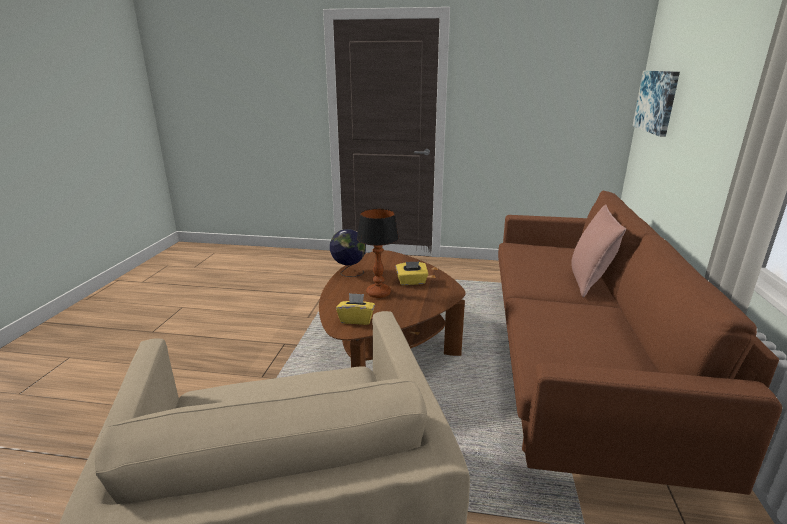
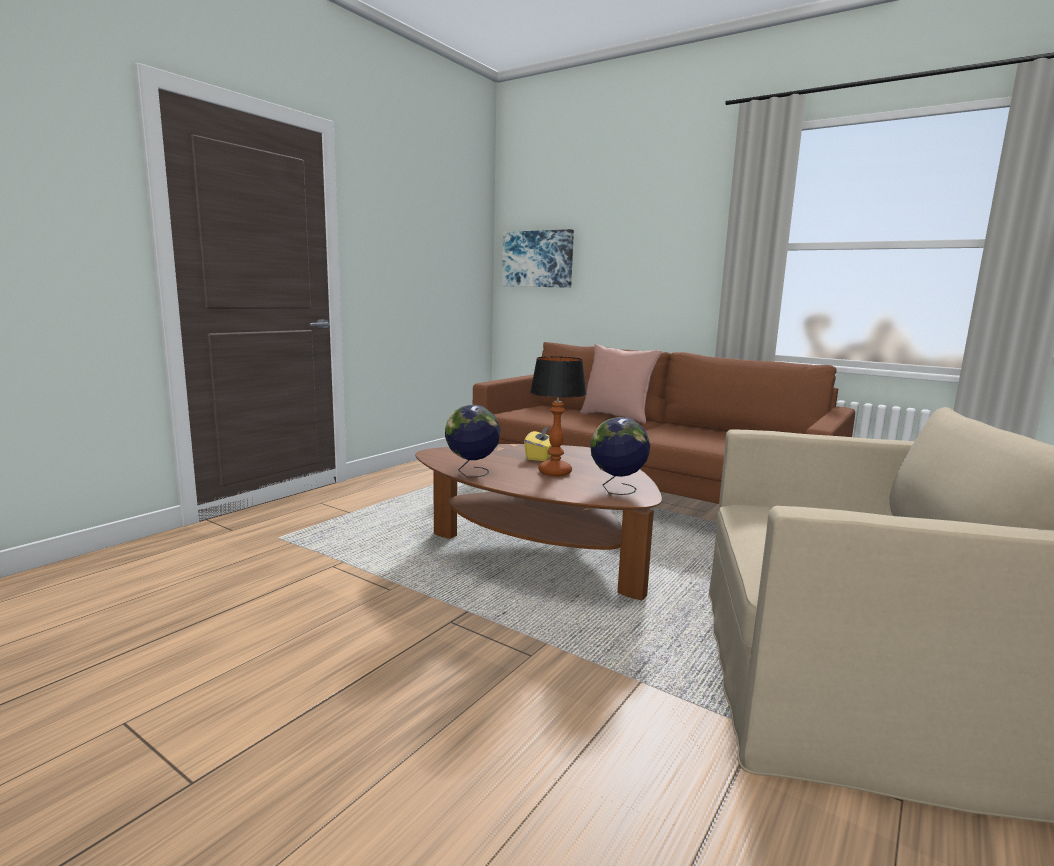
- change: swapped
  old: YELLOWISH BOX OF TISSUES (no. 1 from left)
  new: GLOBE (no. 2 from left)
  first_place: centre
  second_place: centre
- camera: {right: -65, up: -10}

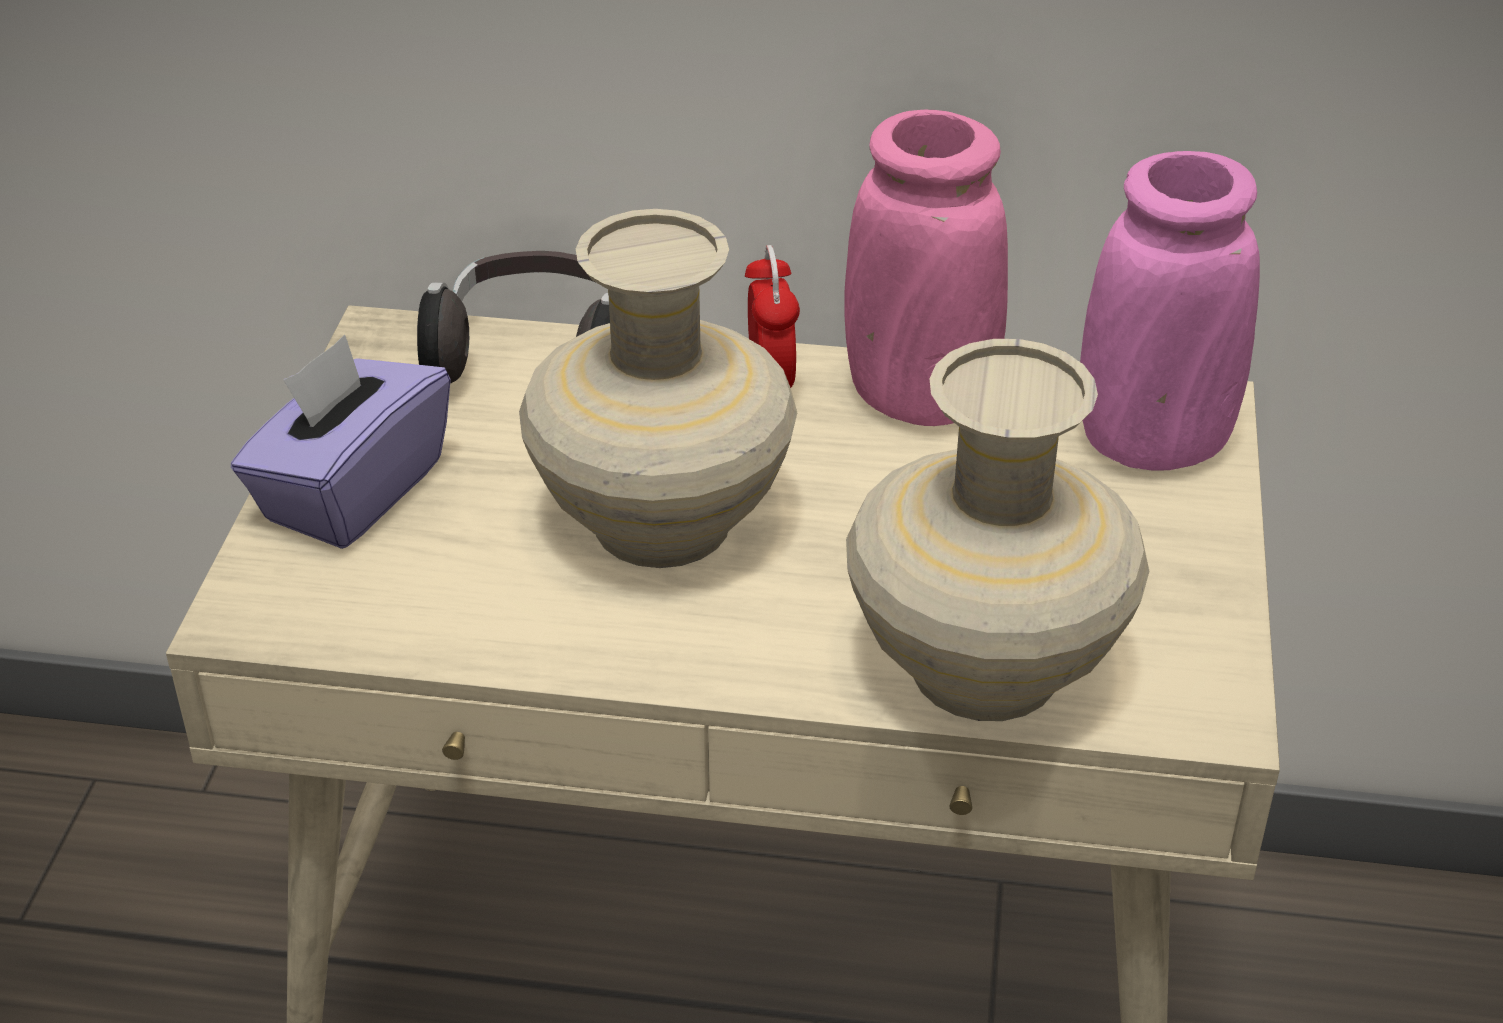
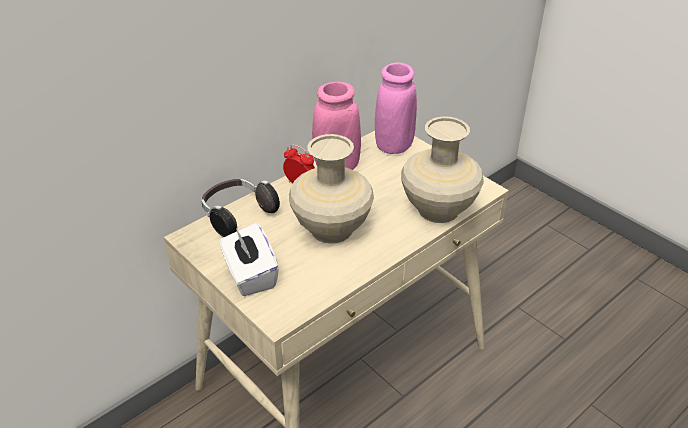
- change: repainted
  old: PURPLE BOX OF TISSUES
  new: WHITE-COLOURED BOX OF TISSUES
  first_place: middle left
  second_place: centre
- camera: {right: -50, up: 0}

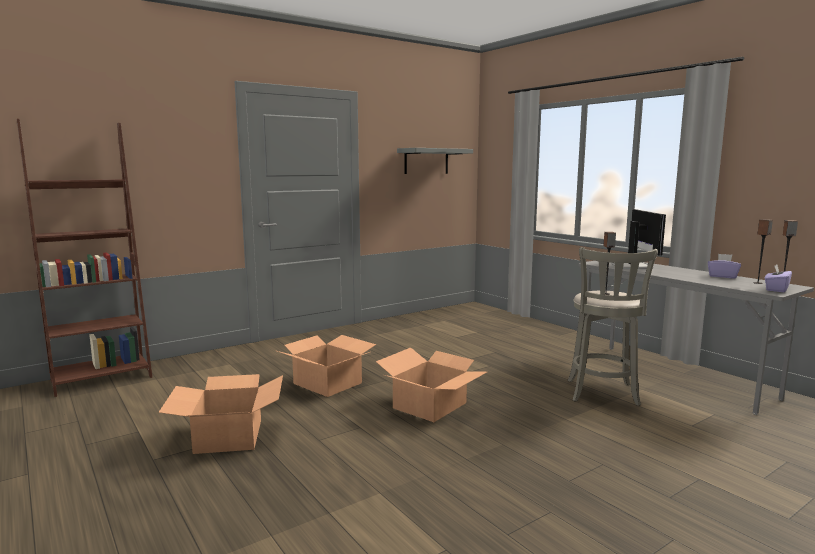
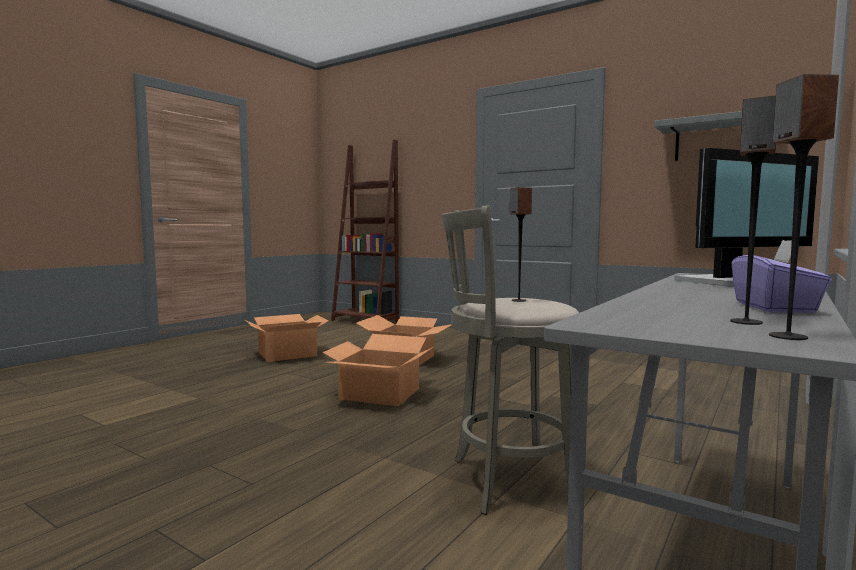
- change: gone
  old: PURPLE BOX OF TISSUES (no. 2 from left)
  first_place: middle right
- camera: {right: 70, up: -5}

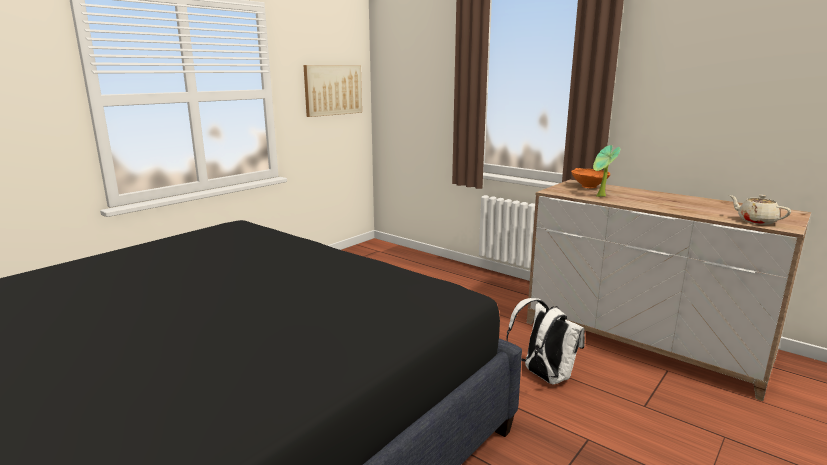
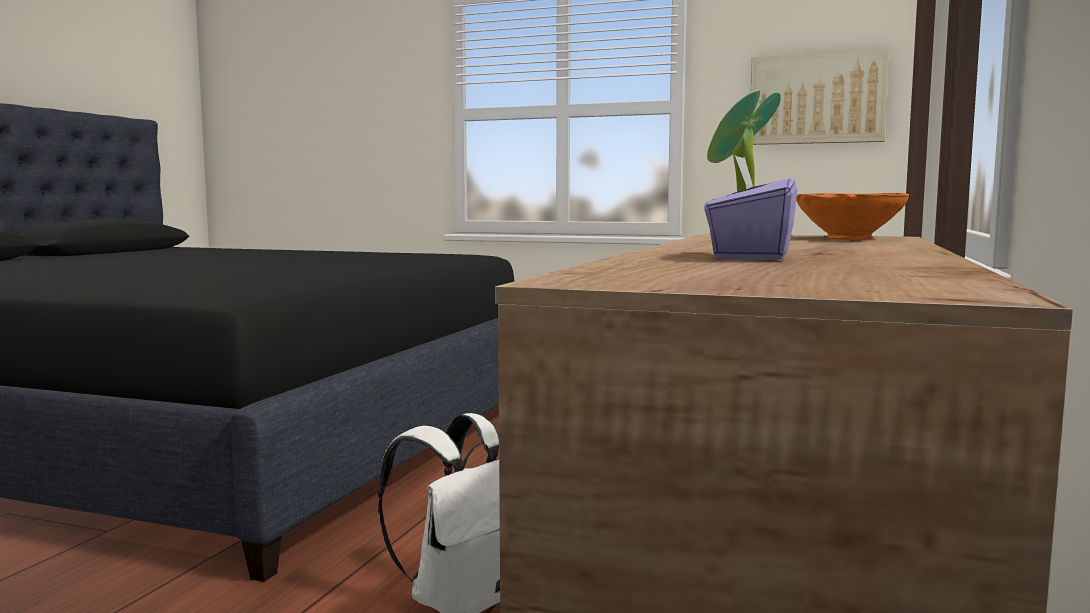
- change: gone
  old: SAND-COLOURED POT FOR TEA
  first_place: middle right
- change: new
  new: PURPLE BOX OF TISSUES
  second_place: middle right
- camera: {right: 70, up: -10}

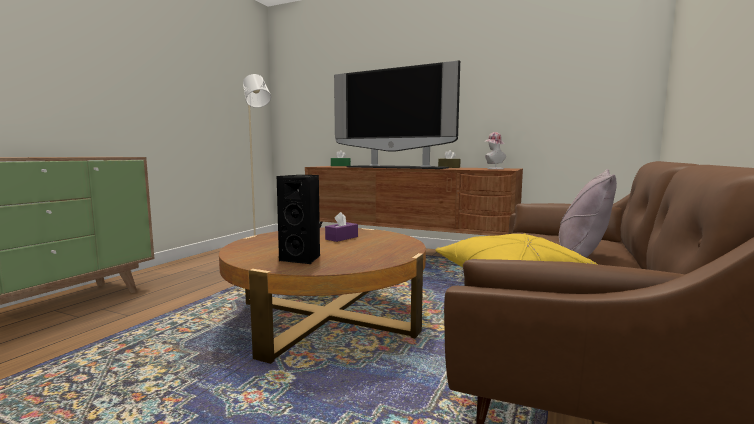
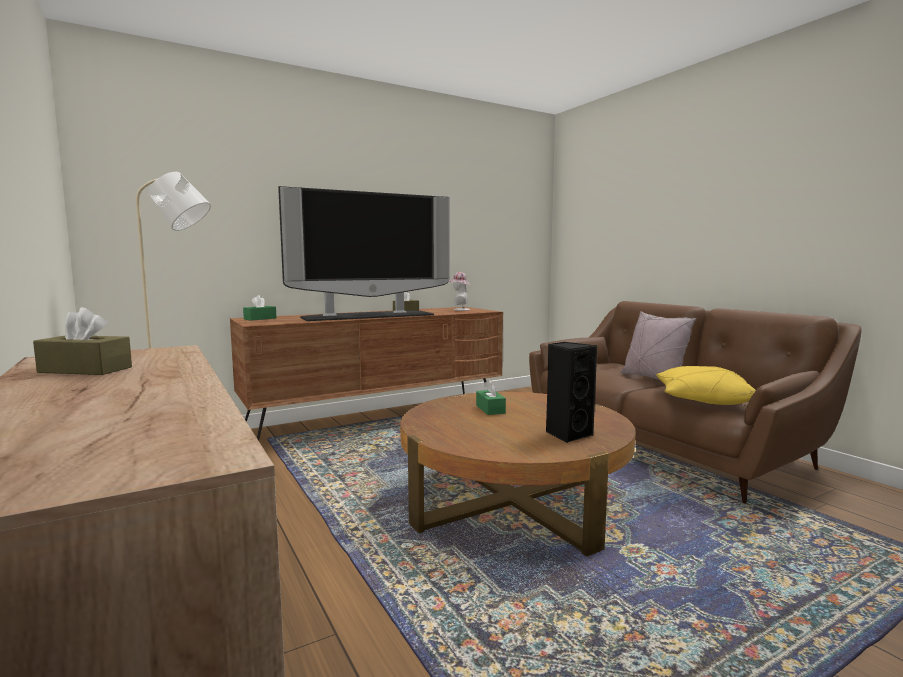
- change: new
  new: BROWN-COLOURED BOX OF TISSUES (no. 1 from left)
  second_place: middle left
- change: repainted
  old: PURPLE BOX OF TISSUES
  new: GREEN-COLOURED BOX OF TISSUES (no. 2 from left)
  first_place: centre
  second_place: centre
- camera: {right: -55, up: 0}

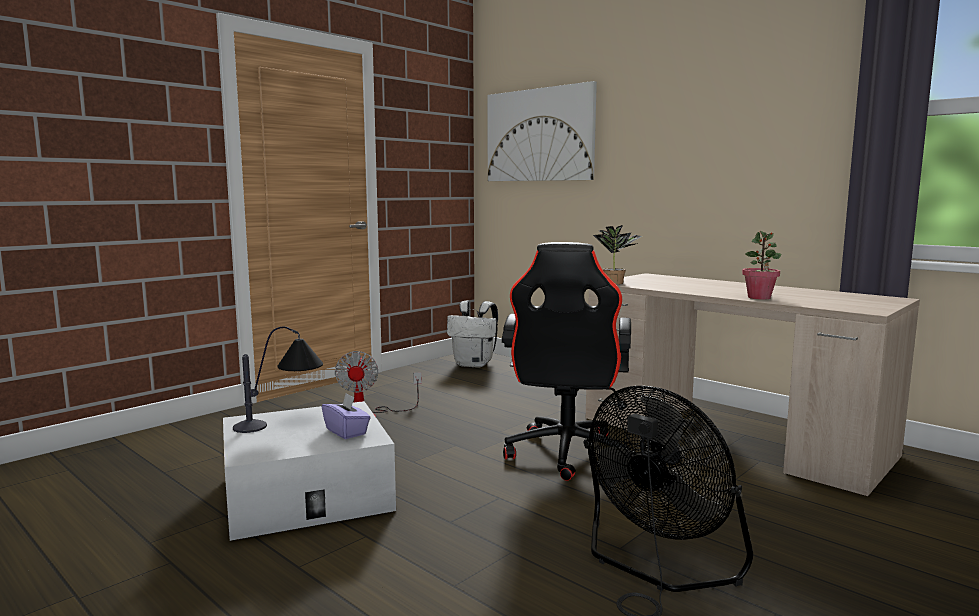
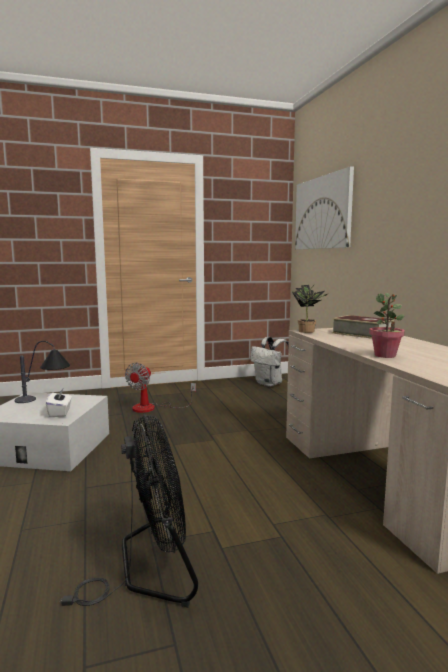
- change: gone
  old: BLACKISH DESK CHAIR
  first_place: centre
- change: new
  new: BOOK
  second_place: middle right
- change: repainted
  old: PURPLE BOX OF TISSUES
  new: WHITE-COLOURED BOX OF TISSUES
  first_place: bottom centre
  second_place: middle left
- camera: {right: 30, up: 0}

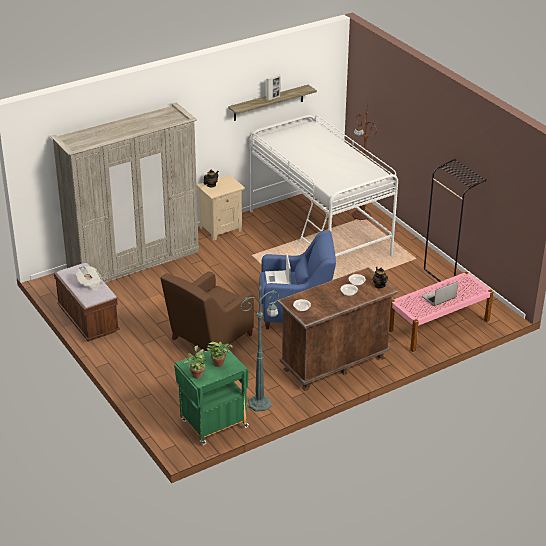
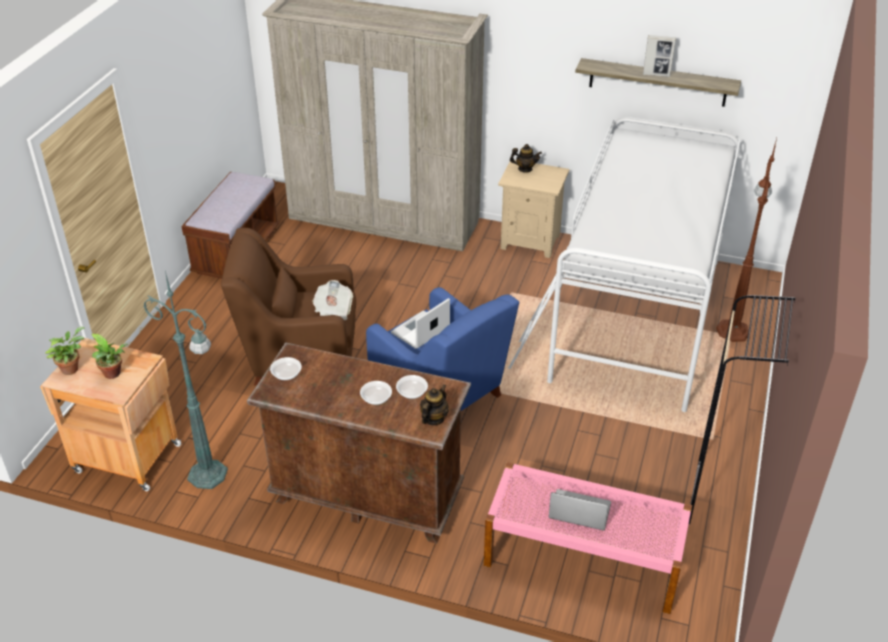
- change: shifted
  old: DAILY PAPER
  first_place: middle left
  second_place: centre
- change: repainted
  old: GREEN-COLOURED CART
  new: BROWN-COLOURED CART
  first_place: bottom centre
  second_place: middle left
- camera: {right: 50, up: 5}

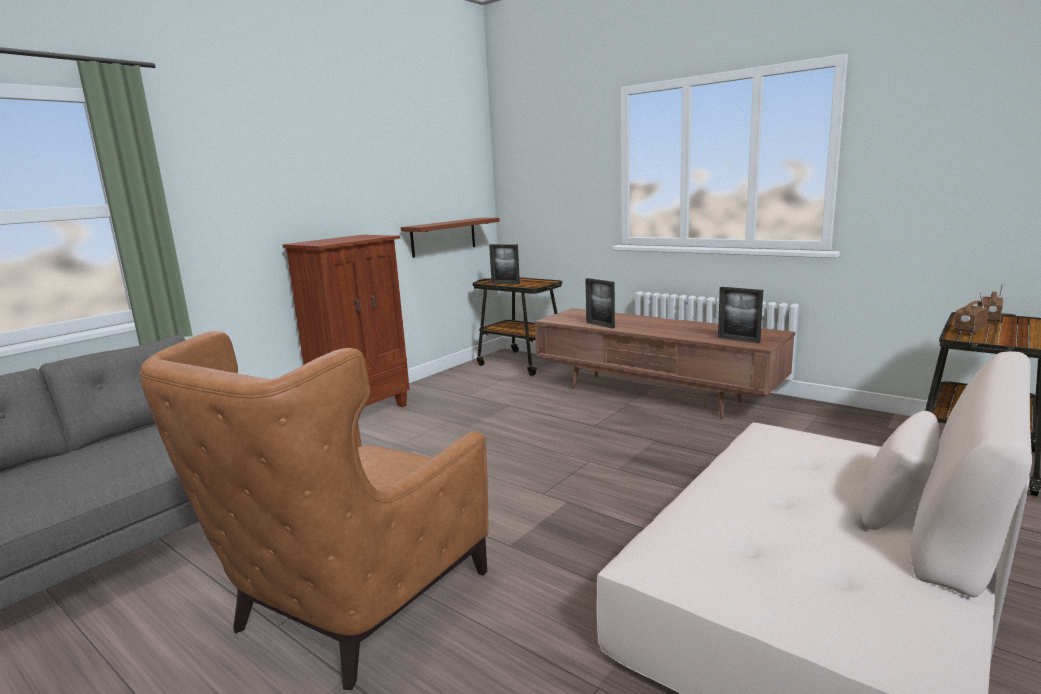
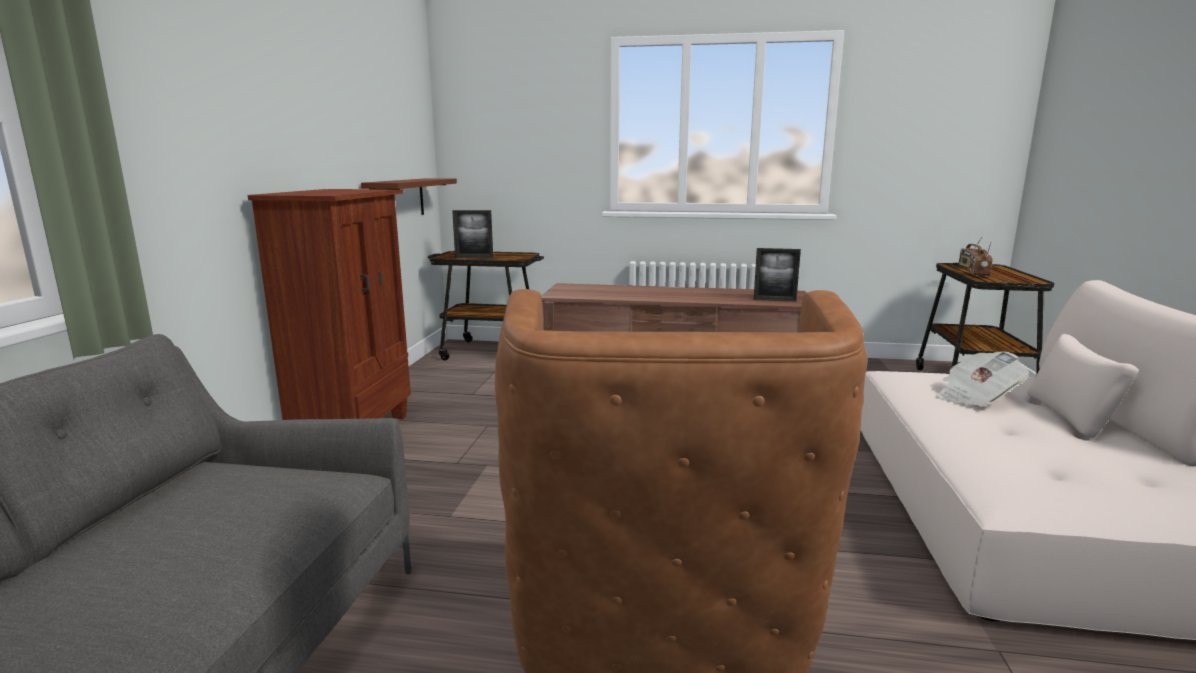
- change: gone
  old: PHOTO FRAME (no. 2 from left)
  first_place: centre
- change: new
  new: DAILY PAPER
  second_place: middle right
- camera: {right: -30, up: 0}

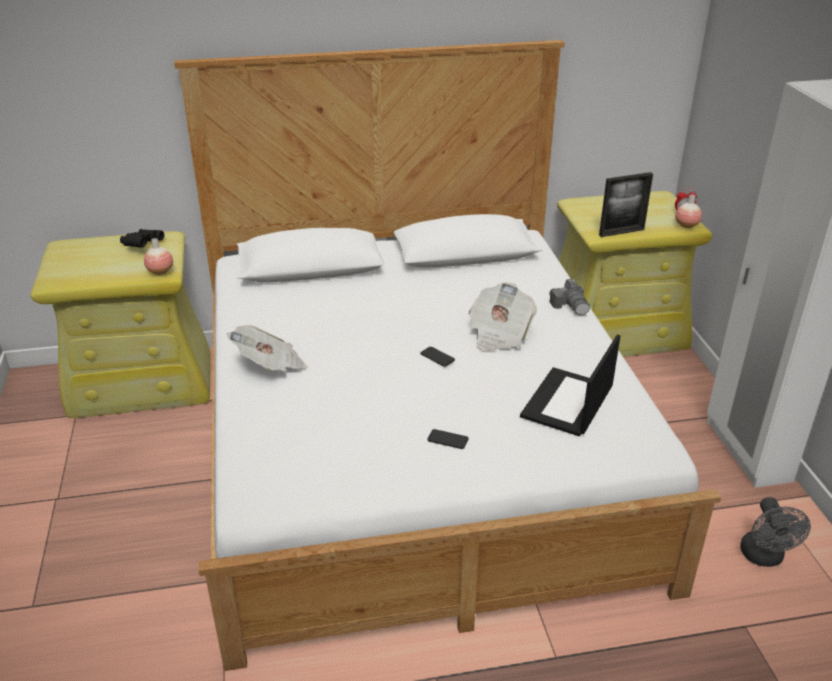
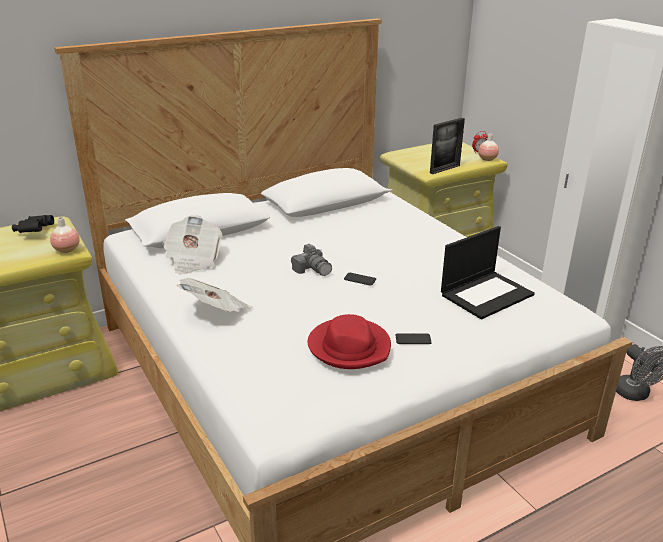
- change: new
  new: REDDISH CLOTHING HAT
  second_place: centre
- change: shifted
  old: DAILY PAPER (no. 2 from left in the first image)
  new: DAILY PAPER (no. 1 from left)
  first_place: centre
  second_place: middle left
- change: shifted
  old: PHOTO CAMERA
  first_place: middle right
  second_place: centre
- change: rotated
  old: LAPTOP
  first_place: middle right
  second_place: middle right
  degrees: -135
- camera: {right: -20, up: -5}

